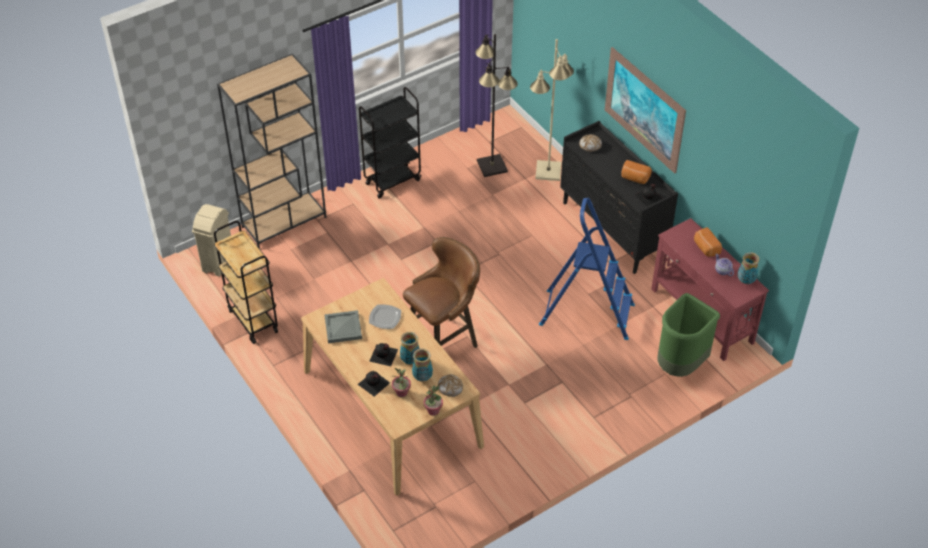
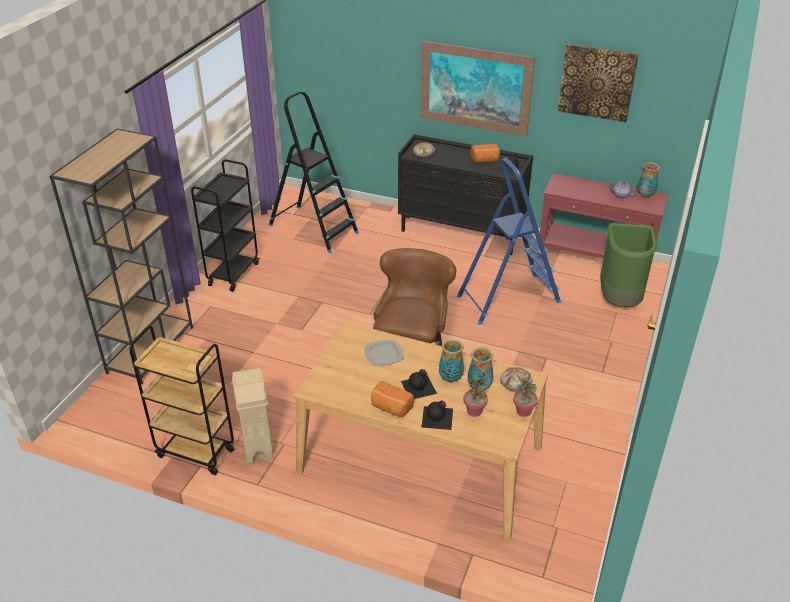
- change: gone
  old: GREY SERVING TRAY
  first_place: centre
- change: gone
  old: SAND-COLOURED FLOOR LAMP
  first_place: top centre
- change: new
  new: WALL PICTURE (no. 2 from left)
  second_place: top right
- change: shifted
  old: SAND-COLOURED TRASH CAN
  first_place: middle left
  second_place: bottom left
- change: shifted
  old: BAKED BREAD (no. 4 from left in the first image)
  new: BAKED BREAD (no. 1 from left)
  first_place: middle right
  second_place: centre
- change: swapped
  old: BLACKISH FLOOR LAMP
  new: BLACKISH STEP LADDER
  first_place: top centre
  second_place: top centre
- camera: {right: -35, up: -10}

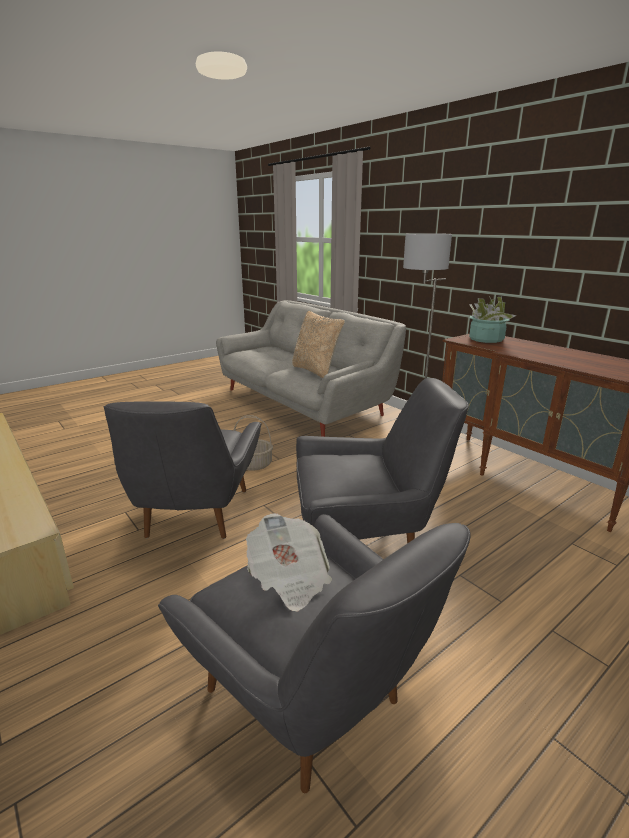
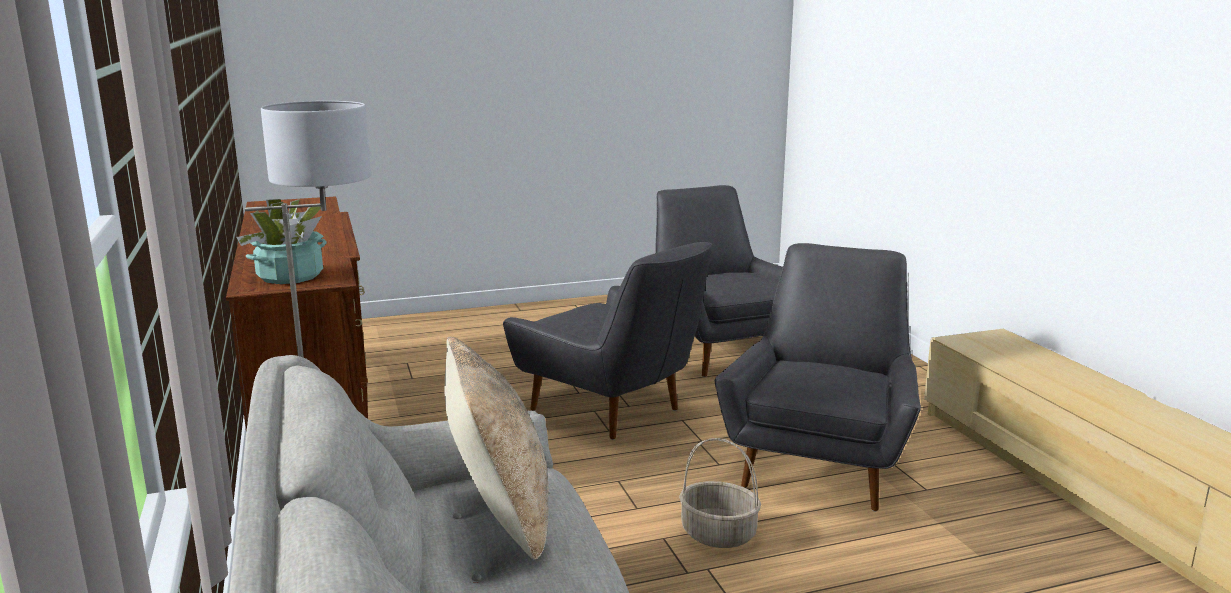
- change: gone
  old: DAILY PAPER
  first_place: bottom centre
- change: rotated
  old: GREY EASY CHAIR (no. 3 from left in the first image)
  first_place: centre
  second_place: centre
  degrees: -150
- camera: {right: -160, up: -5}

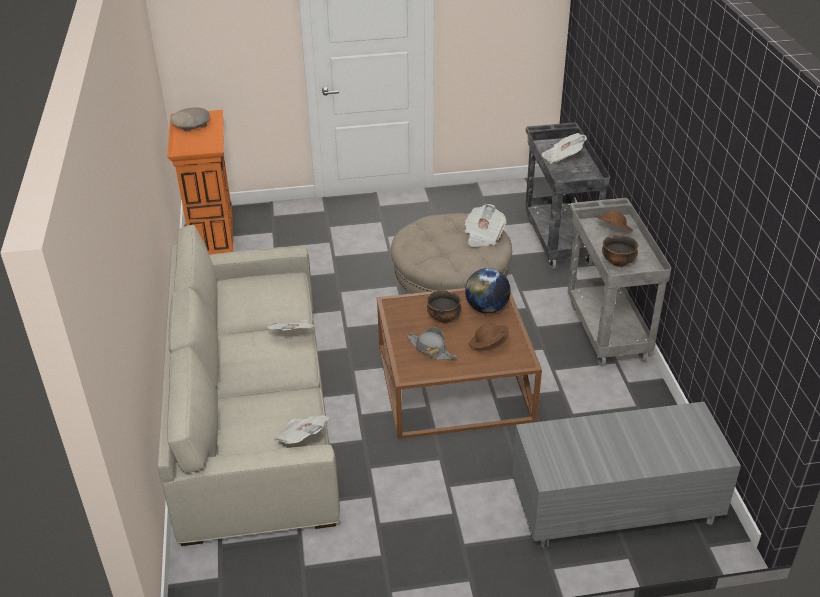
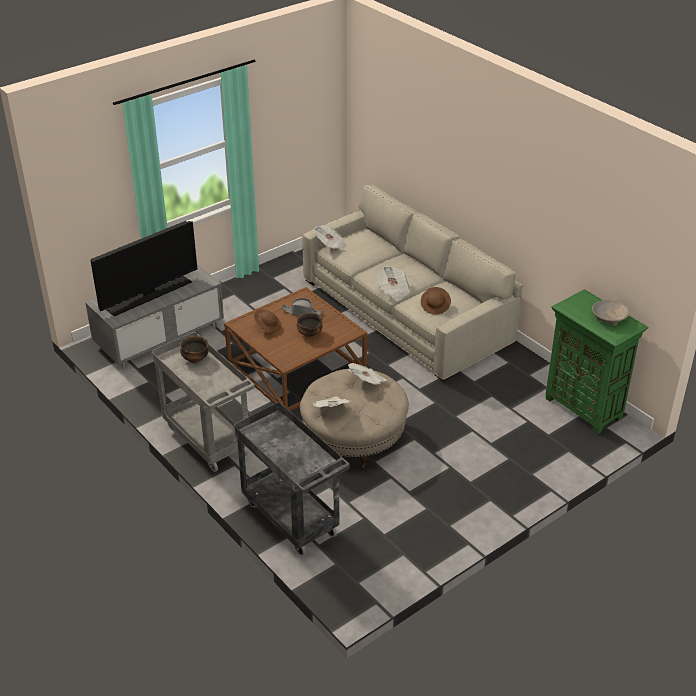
- change: gone
  old: GLOBE
  first_place: centre
- change: new
  new: TV
  second_place: middle left
- change: shifted
  old: DAILY PAPER (no. 4 from left in the first image)
  new: DAILY PAPER (no. 3 from left)
  first_place: top right
  second_place: centre
- change: shifted
  old: BROWN-COLOURED CLOTHING HAT (no. 2 from left)
  first_place: middle right
  second_place: centre
- change: repainted
  old: ORANGE-COLOURED CABINET
  new: GREEN-COLOURED CABINET
  first_place: top left
  second_place: middle right
- camera: {right: 150, up: 0}

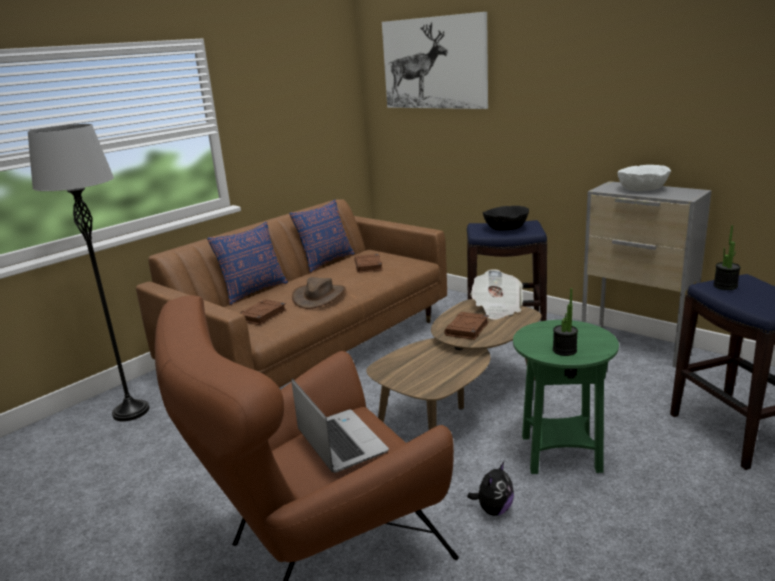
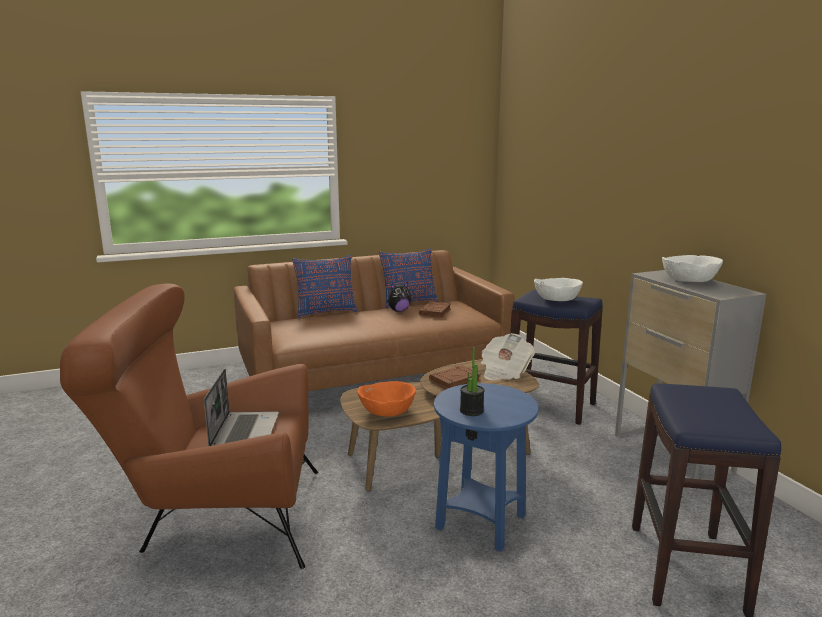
- change: gone
  old: GREY FLOOR LAMP
  first_place: middle left
- change: gone
  old: BROWN-COLOURED BOOK (no. 1 from left)
  first_place: centre
- change: gone
  old: BROWN-COLOURED CLOTHING HAT
  first_place: centre
- change: gone
  old: WALL PICTURE
  first_place: top centre
- change: gone
  old: HOUSEPLANT (no. 2 from left)
  first_place: middle right
- change: new
  new: ORANGE-COLOURED BOWL
  second_place: centre
- change: shifted
  old: PLUSH TOY
  first_place: bottom centre
  second_place: centre
- change: repainted
  old: BLACKISH BOWL
  new: WHITE-COLOURED BOWL (no. 1 from left)
  first_place: centre
  second_place: middle right
- change: repainted
  old: GREEN-COLOURED END TABLE
  new: BLUE END TABLE
  first_place: bottom right
  second_place: bottom centre
- camera: {right: 25, up: -5}

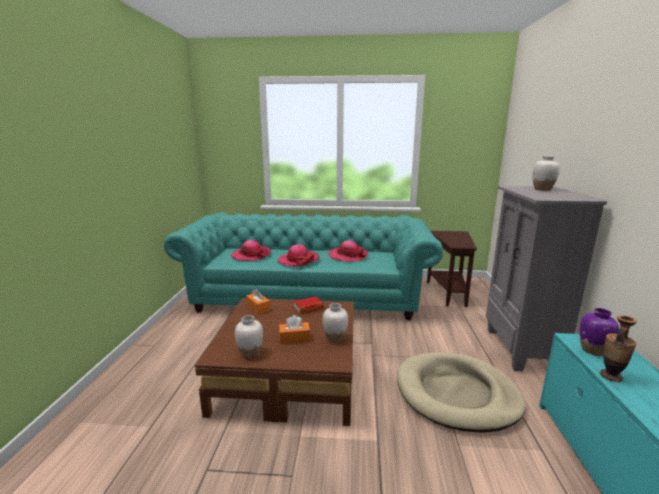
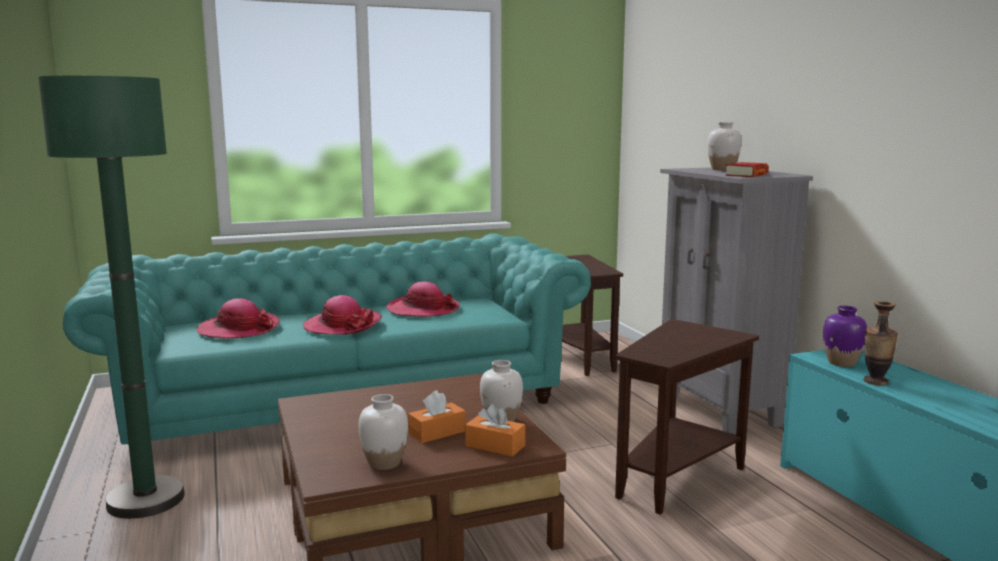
- change: new
  new: GREEN-COLOURED FLOOR LAMP
  second_place: middle left
- change: shifted
  old: ORANGE-COLOURED BOX OF TISSUES (no. 1 from left in the first image)
  new: ORANGE-COLOURED BOX OF TISSUES (no. 2 from left)
  first_place: centre
  second_place: bottom centre
- change: shifted
  old: BOOK
  first_place: centre
  second_place: top right
- change: swapped
  old: SAND-COLOURED DOG CUSHION
  new: BROWN-COLOURED END TABLE (no. 2 from left)
  first_place: bottom right
  second_place: bottom right
- camera: {right: -25, up: -5}

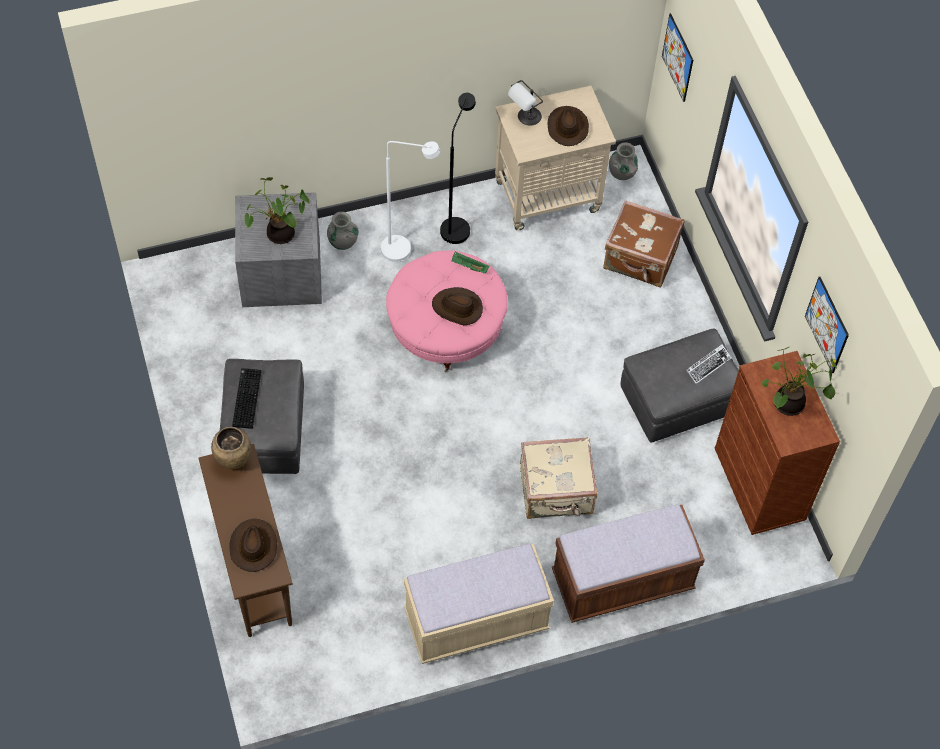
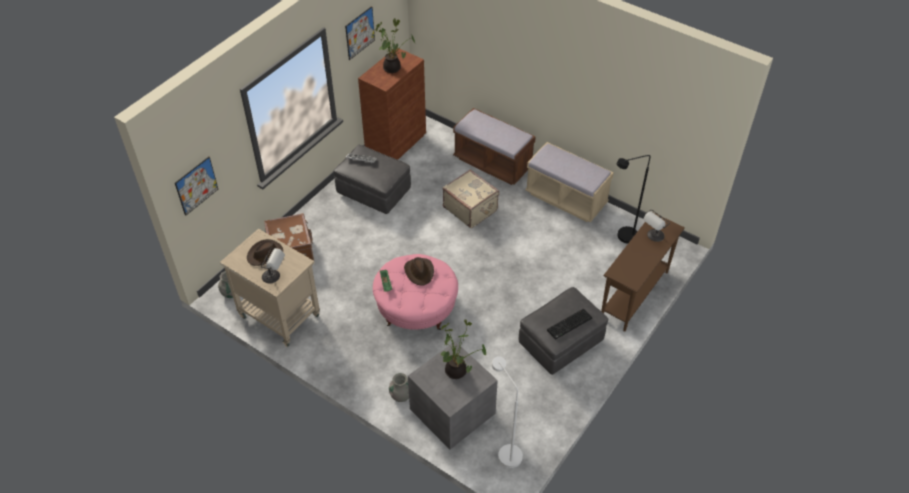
- change: gone
  old: BROWN-COLOURED DECORATIVE VASE
  first_place: middle left
- change: shifted
  old: WHITE-COLOURED FLOOR LAMP
  first_place: top centre
  second_place: bottom centre
- change: shifted
  old: BLACKISH FLOOR LAMP
  first_place: top centre
  second_place: middle right
- change: swapped
  old: BROWN-COLOURED CLOTHING HAT (no. 1 from left)
  new: TABLETOP LAMP (no. 2 from left)
  first_place: bottom left
  second_place: middle right
- camera: {right: -125, up: -10}

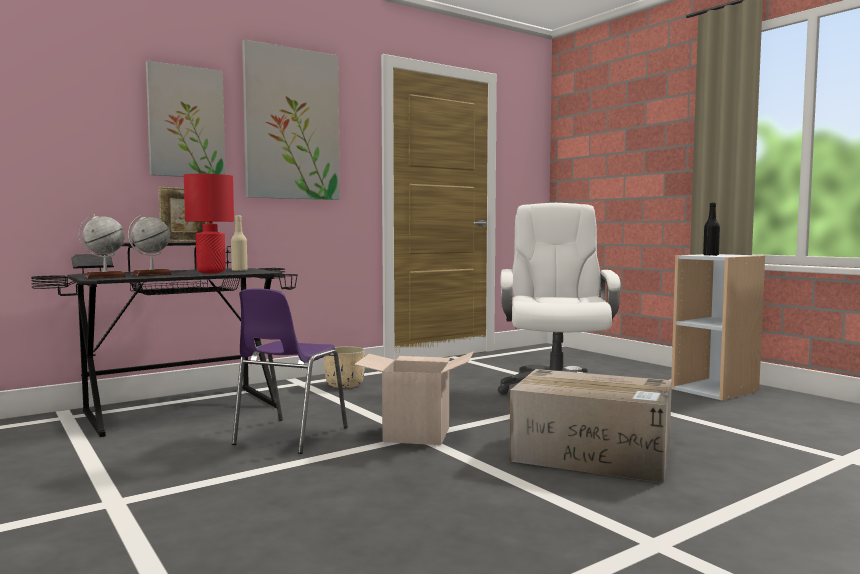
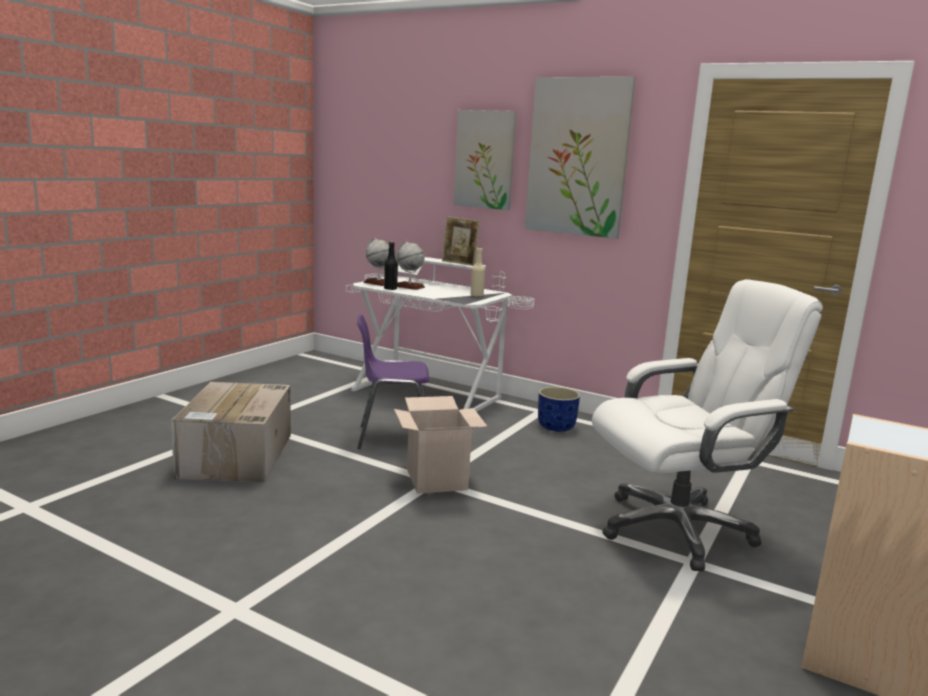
- change: gone
  old: REDDISH TABLETOP LAMP
  first_place: middle left
- change: shifted
  old: CARTON (no. 2 from left in the first image)
  new: CARTON (no. 1 from left)
  first_place: bottom right
  second_place: middle left
- change: shifted
  old: BLACKISH BOTTLE
  first_place: middle right
  second_place: centre
- change: repainted
  old: BLACKISH DESK
  new: WHITE-COLOURED DESK
  first_place: middle left
  second_place: centre
- change: repainted
  old: SAND-COLOURED FLOWER POT
  new: BLUE FLOWER POT
  first_place: centre
  second_place: centre
- camera: {right: 65, up: 10}

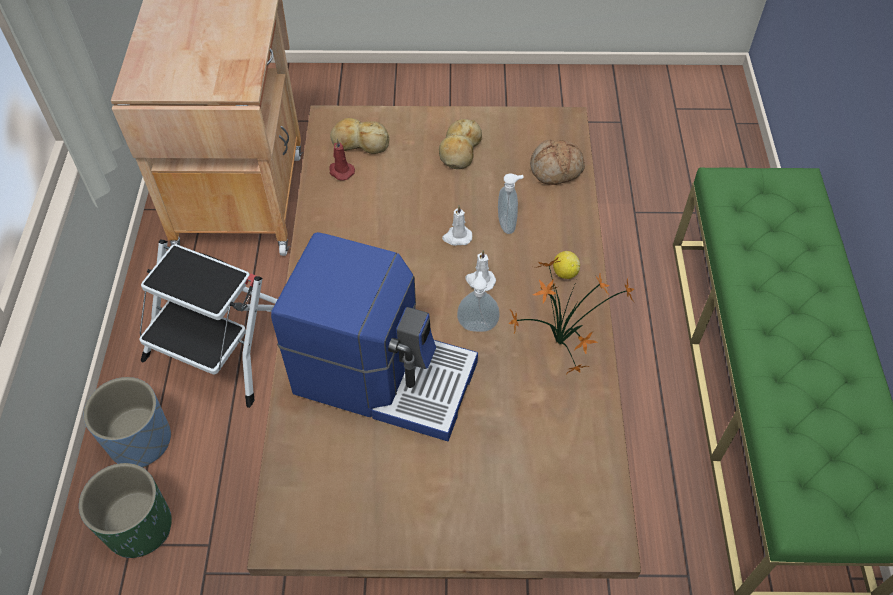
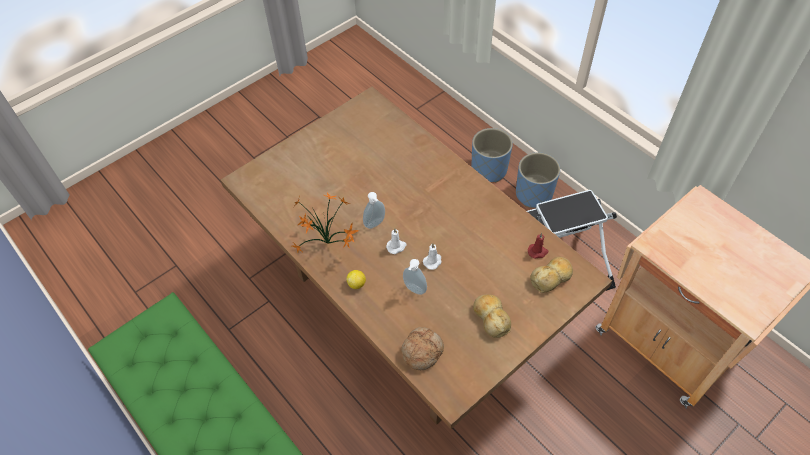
- change: gone
  old: COFFEE MACHINE
  first_place: centre
- change: repainted
  old: GREEN-COLOURED FLOWER POT
  new: BLUE FLOWER POT (no. 1 from left)
  first_place: bottom left
  second_place: centre
- camera: {right: 140, up: 0}

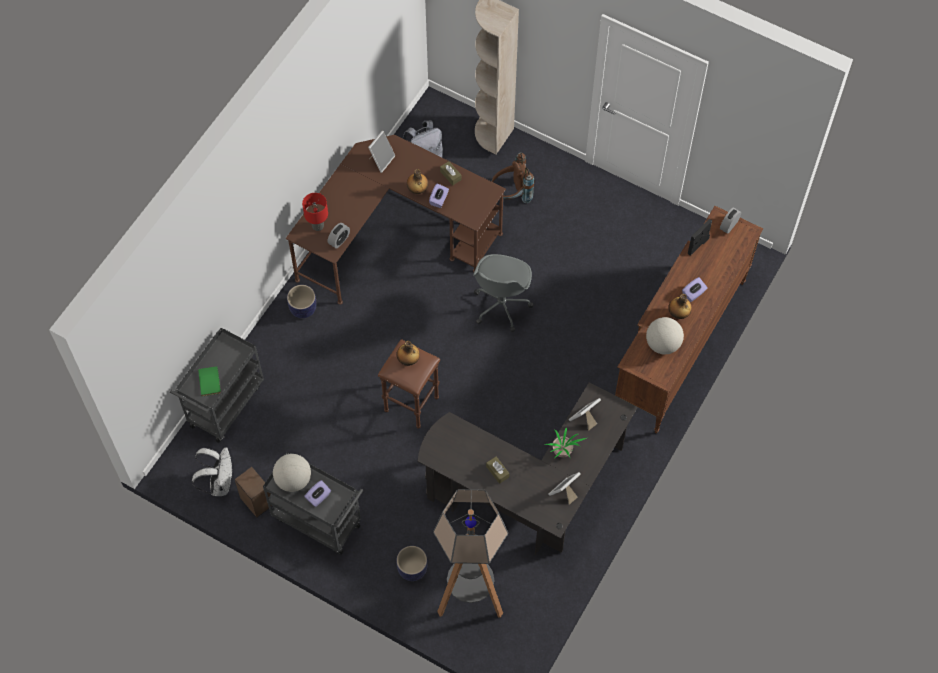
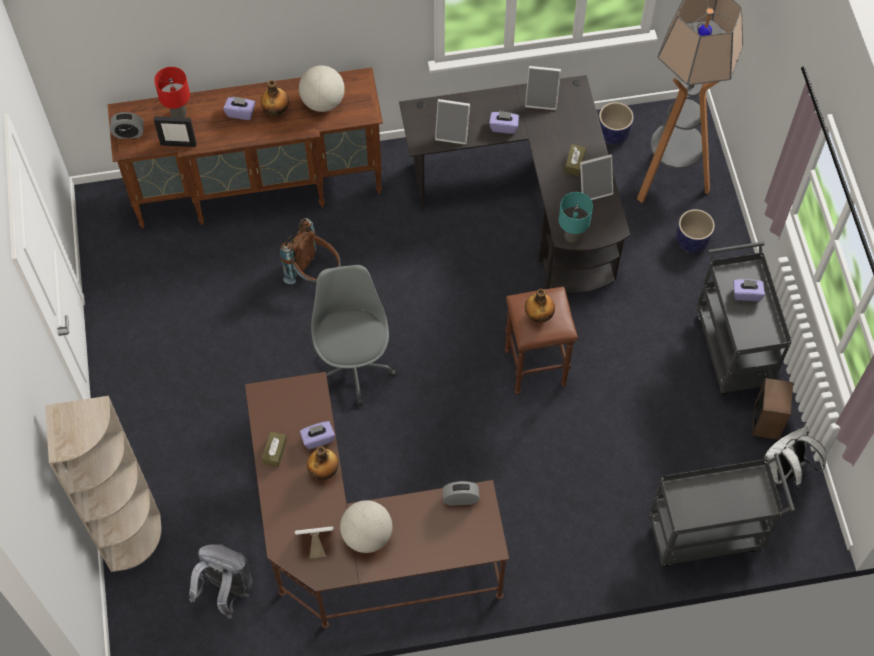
- change: gone
  old: GREEN-COLOURED BOOK
  first_place: middle left
- change: new
  new: TURQUOISE-COLOURED TABLETOP LAMP
  second_place: top centre
- change: new
  new: PHOTO FRAME (no. 5 from left)
  second_place: top right
- change: shifted
  old: GLOBE (no. 1 from left in the first image)
  new: GLOBE (no. 2 from left)
  first_place: bottom left
  second_place: bottom centre
- change: shifted
  old: FLOWER POT (no. 1 from left)
  first_place: middle left
  second_place: top right
- change: shifted
  old: REDDISH TABLETOP LAMP
  first_place: top centre
  second_place: top left
- change: shifted
  old: BROWN-COLOURED RUCKSACK
  first_place: top centre
  second_place: centre
- change: swapped
  old: HOUSEPLANT
  new: PURPLE BOX OF TISSUES (no. 3 from left)
  first_place: centre
  second_place: top centre
- change: rotated
  old: GREY DESK CHAIR
  first_place: centre
  second_place: centre
  degrees: -75
- camera: {right: -130, up: 0}

